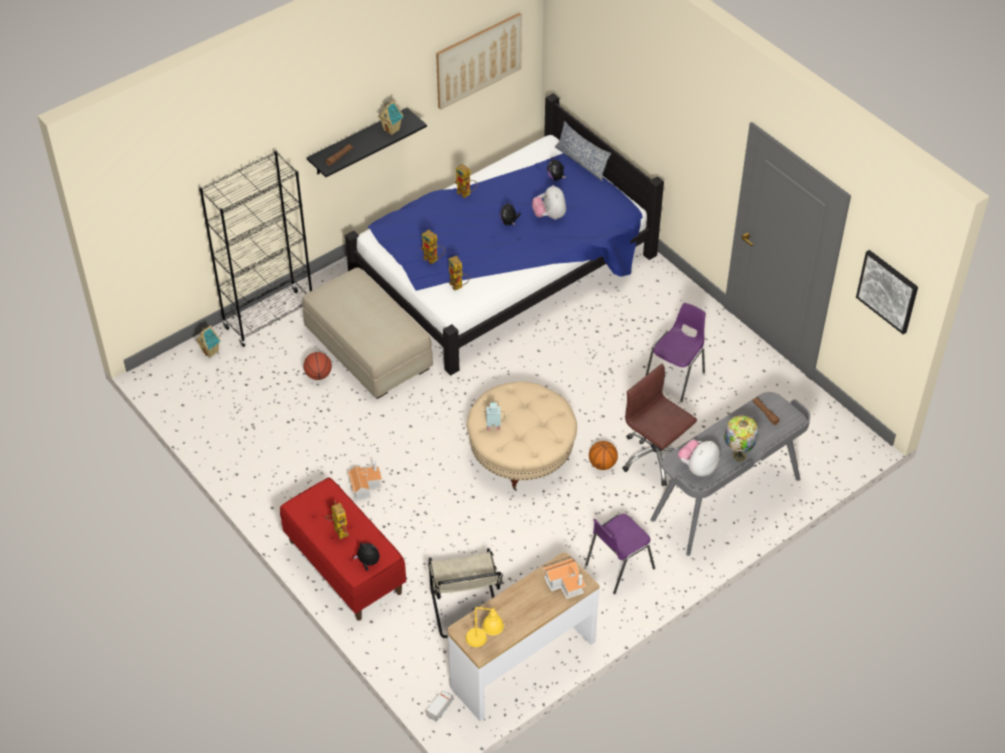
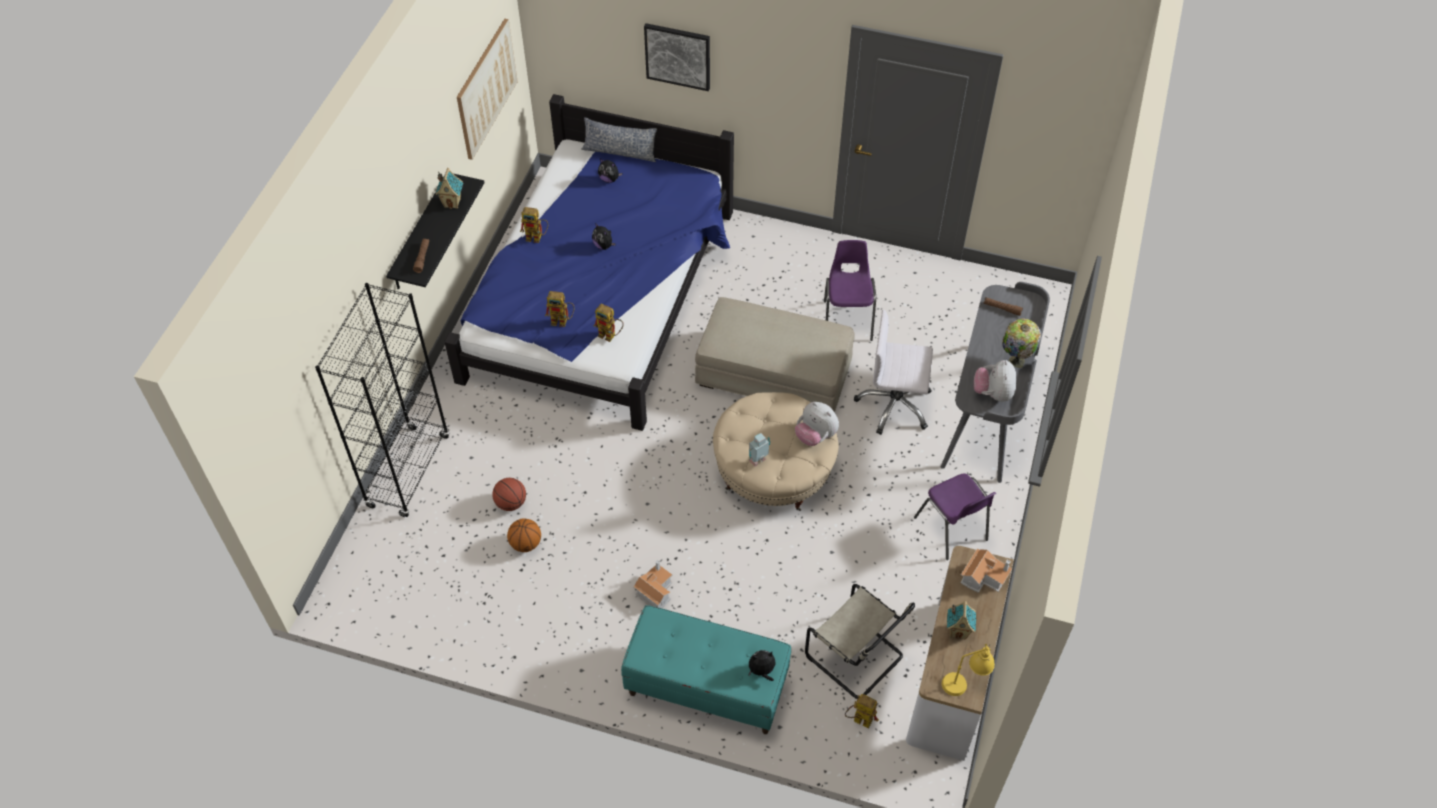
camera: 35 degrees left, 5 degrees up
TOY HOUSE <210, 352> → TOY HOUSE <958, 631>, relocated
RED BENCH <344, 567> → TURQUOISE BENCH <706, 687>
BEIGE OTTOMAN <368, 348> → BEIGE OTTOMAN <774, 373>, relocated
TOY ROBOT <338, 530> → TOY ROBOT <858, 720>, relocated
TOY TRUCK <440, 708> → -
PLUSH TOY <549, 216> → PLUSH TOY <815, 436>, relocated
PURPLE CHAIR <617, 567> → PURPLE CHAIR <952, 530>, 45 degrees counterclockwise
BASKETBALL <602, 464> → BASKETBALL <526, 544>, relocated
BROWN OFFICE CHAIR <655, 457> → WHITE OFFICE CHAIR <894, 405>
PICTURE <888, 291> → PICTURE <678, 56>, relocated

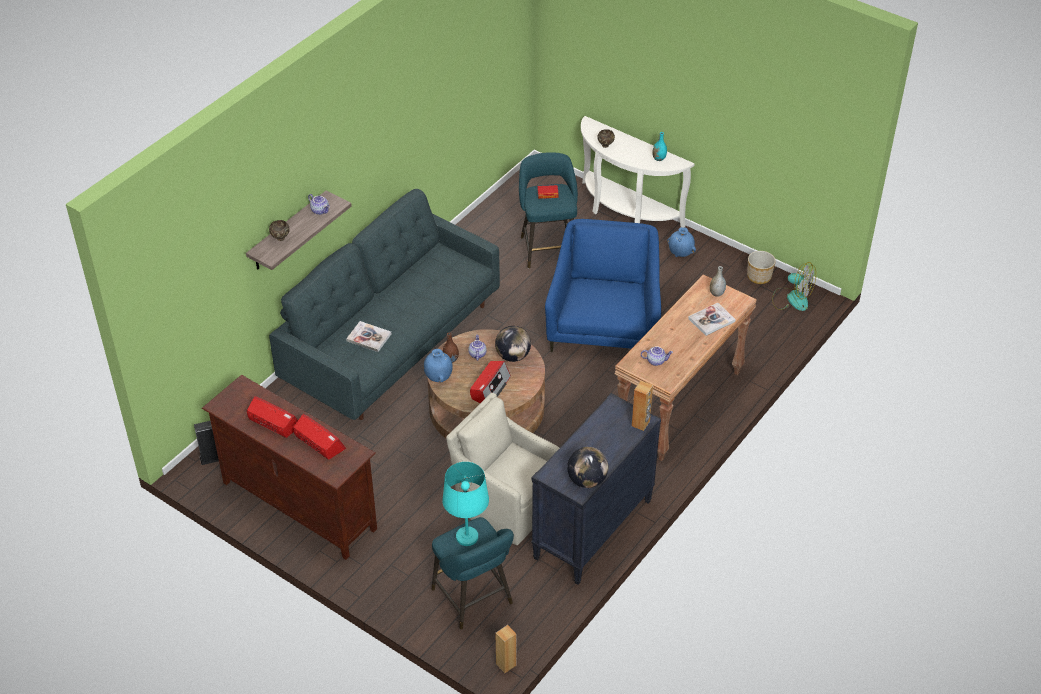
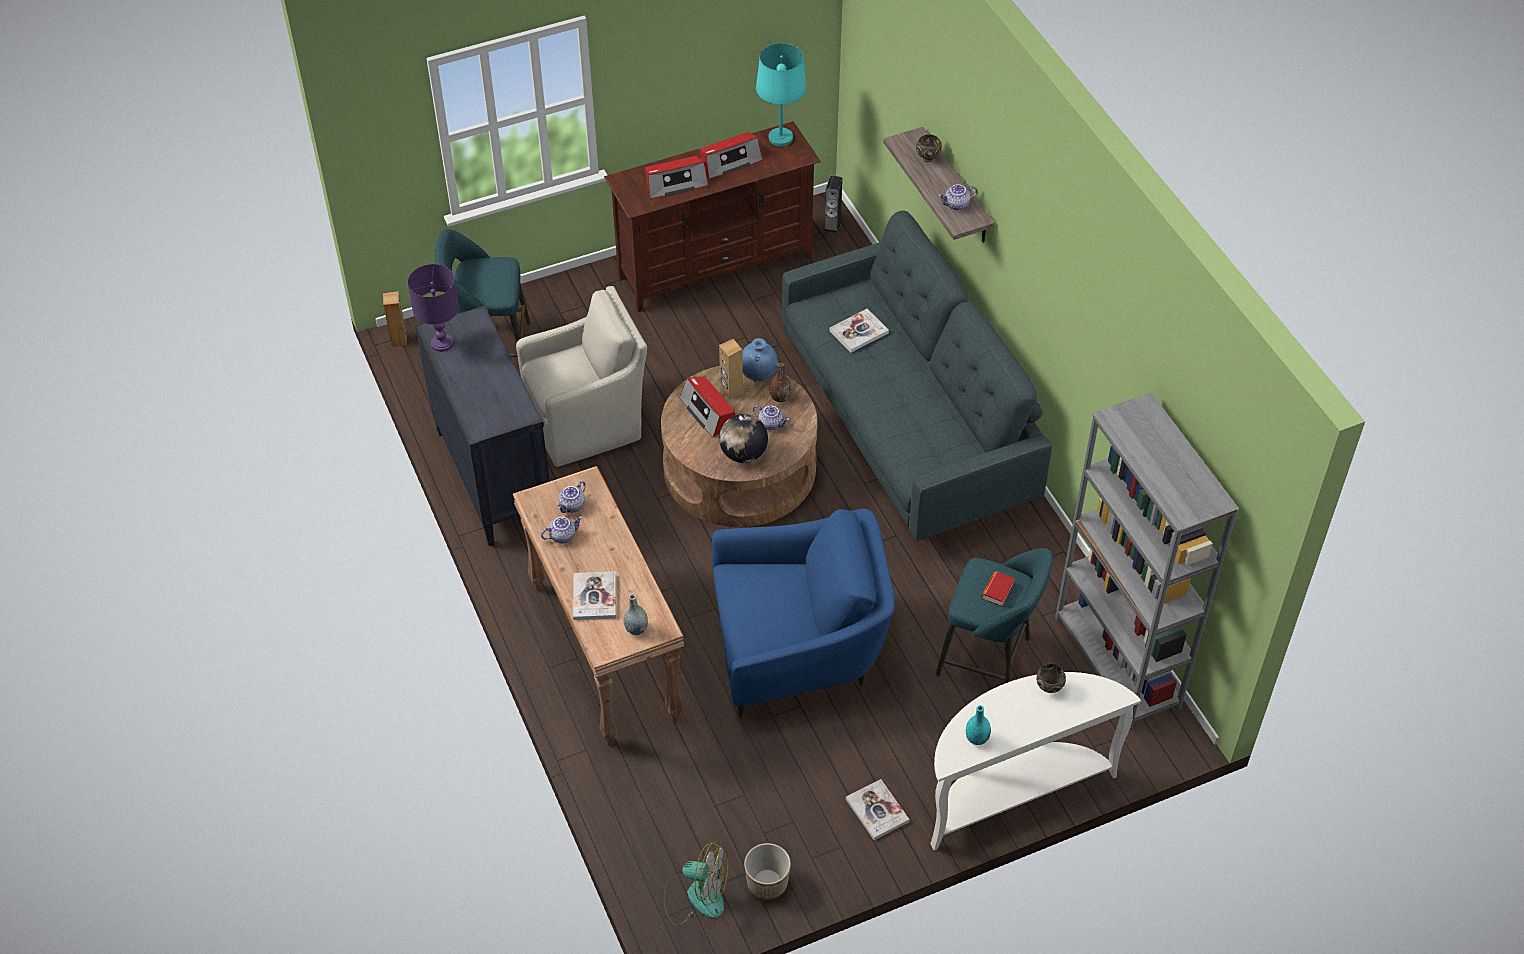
camera: 120 degrees right, 5 degrees up
TURQUOISE TABLE LAMP <467, 537> → TURQUOISE TABLE LAMP <780, 138>, relocated
BLUE ARMCHAIR <604, 323> → BLUE ARMCHAIR <798, 648>, 45 degrees counterclockwise
GLOBE <587, 480> → PURPLE TABLE LAMP <441, 343>
BROWN SPEAKER <641, 423> → BROWN SPEAKER <731, 391>, relocated
BLUE VASE <680, 254> → BOOK <877, 810>
FAN <792, 298> → FAN <696, 896>, 135 degrees counterclockwise
- → TEAPOT <562, 535>
- → GREY BOOKCASE <1117, 663>

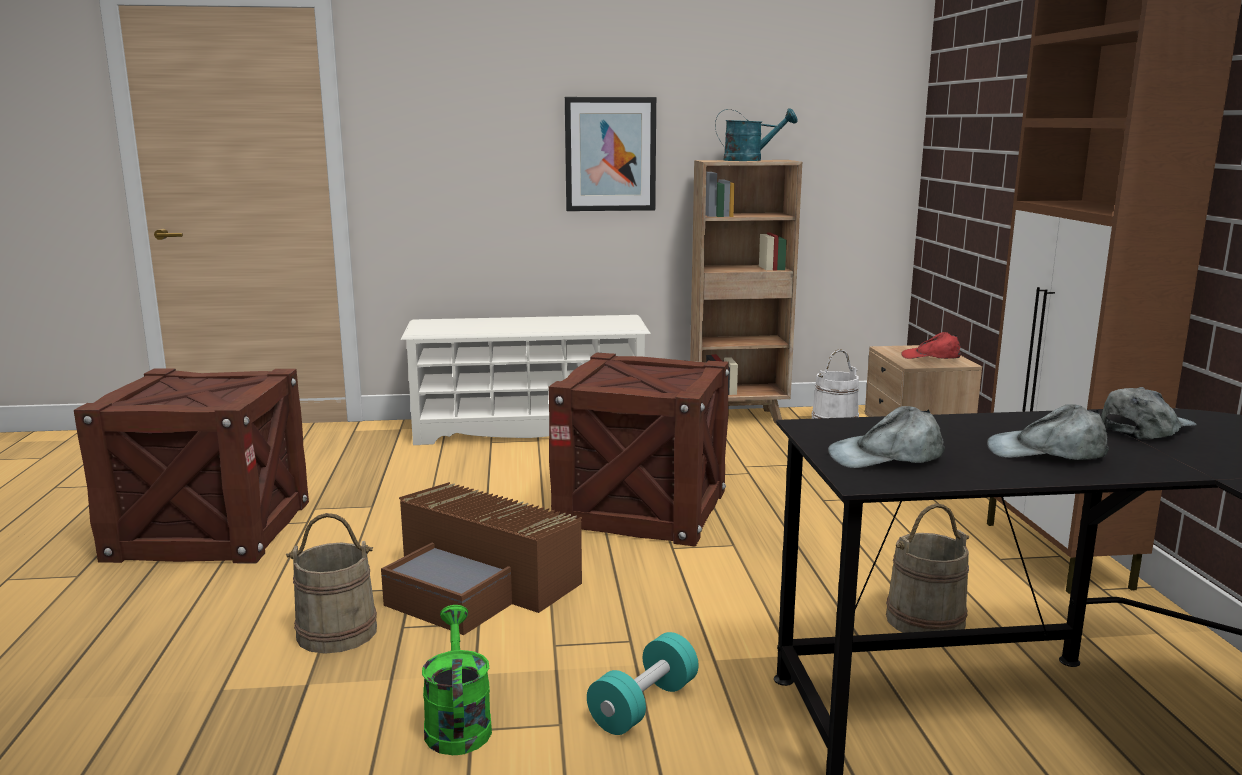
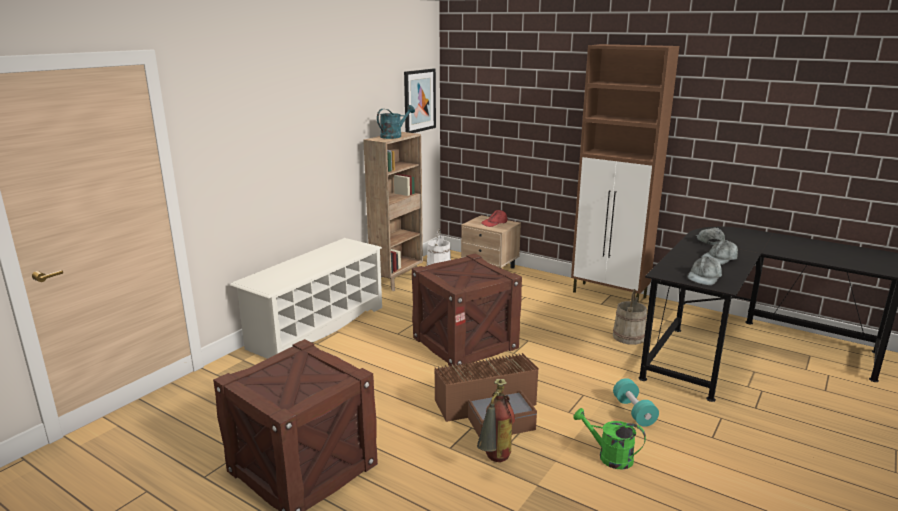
camera: 50 degrees left, 5 degrees up
BEIGE BUCKET <337, 632> → FIRE EXTINGUISHER <494, 461>
PICTURE <610, 154> → PICTURE <419, 100>, relocated

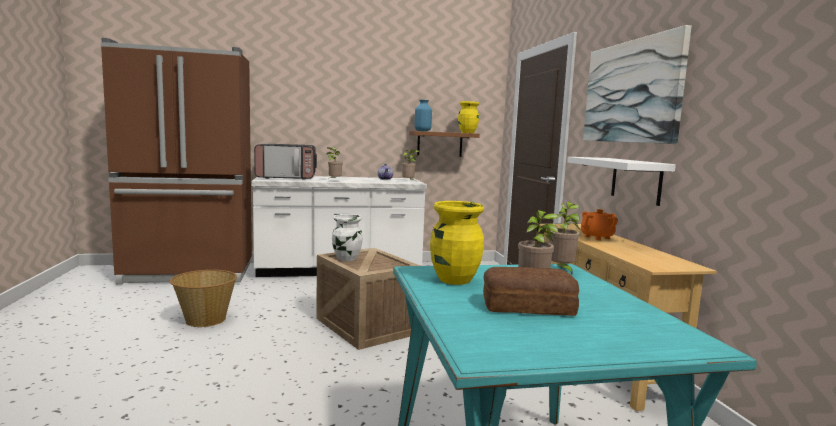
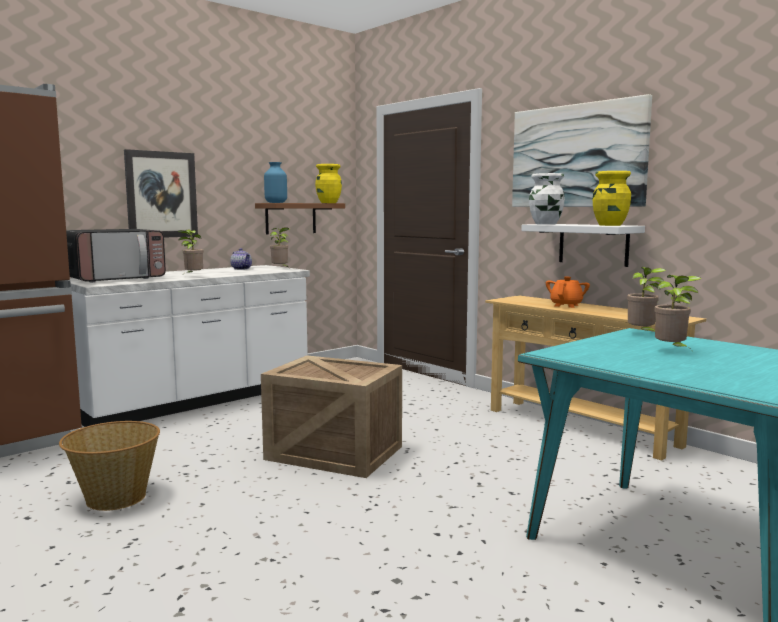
camera: 30 degrees left, 0 degrees up
WHITE VASE <346, 259> → WHITE VASE <546, 224>, relocated
YELLOW VASE <454, 280> → YELLOW VASE <609, 225>, relocated
BREAD <526, 306> → -
- → PICTURE <161, 194>

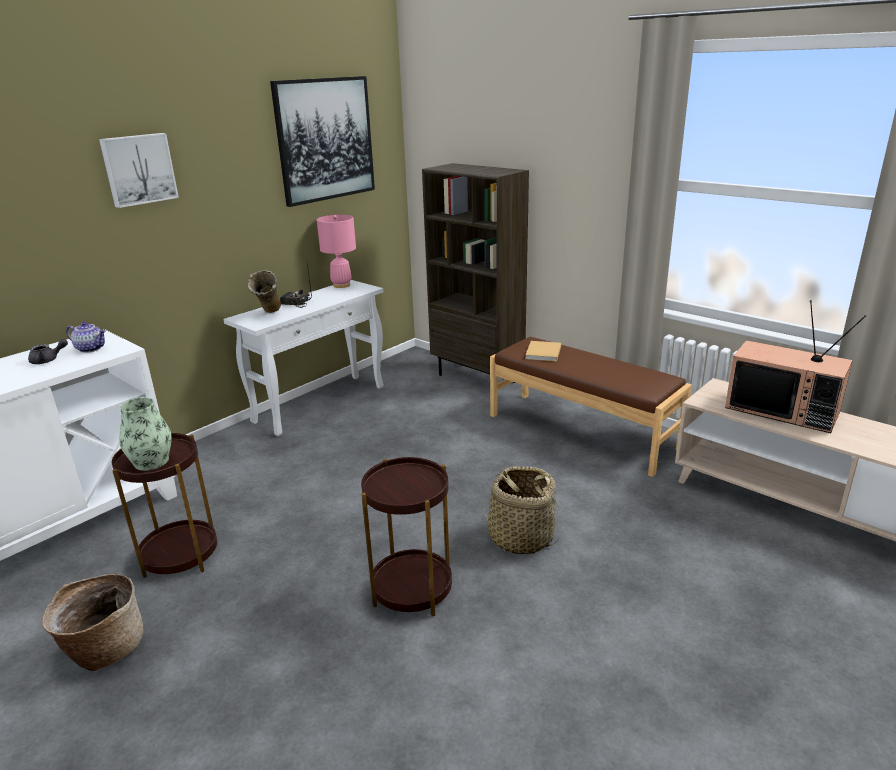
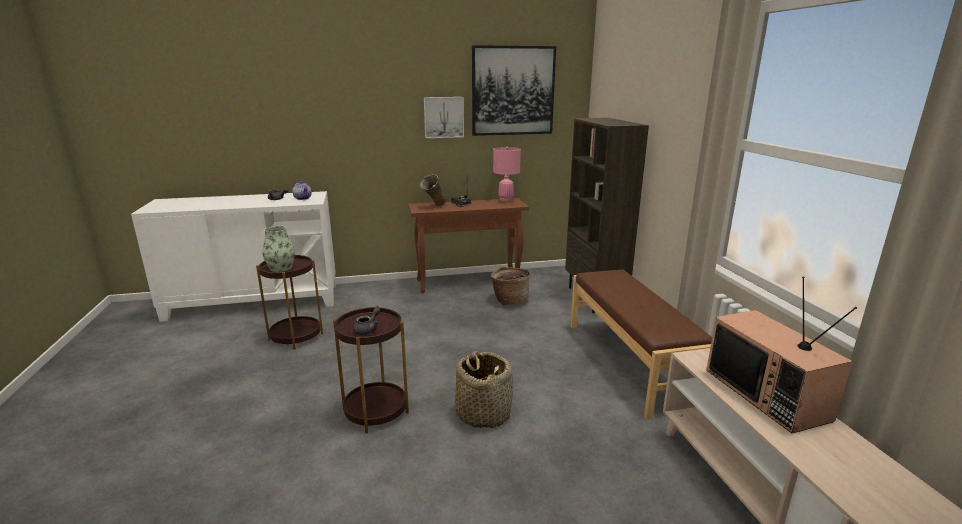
camera: 35 degrees right, 5 degrees down
BASKET <104, 648> → BASKET <509, 300>, relocated
PICTURE <138, 169> → PICTURE <443, 117>, relocated
WHITE CONSOLE TABLE <320, 403> → BROWN CONSOLE TABLE <469, 282>
BEIGE BOOK <543, 353> → -
- → GREY TEAPOT <368, 329>

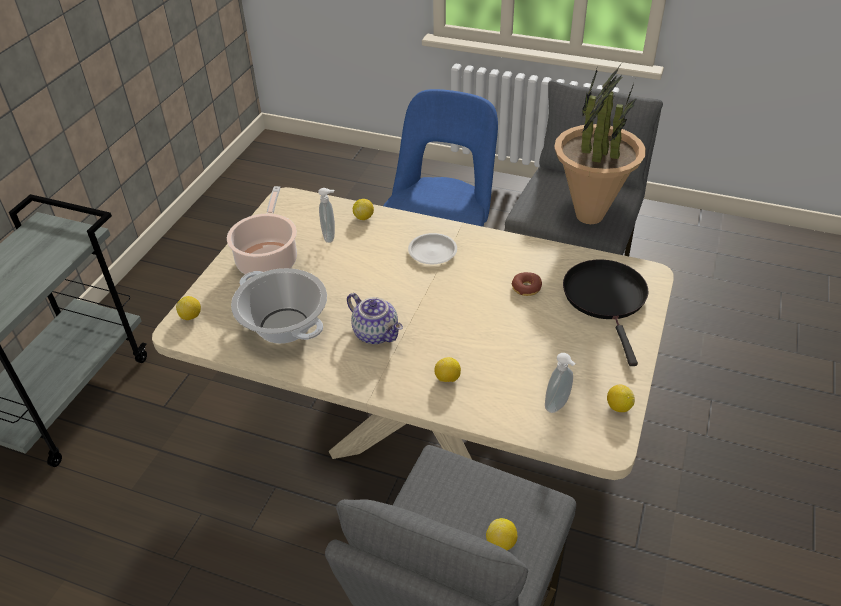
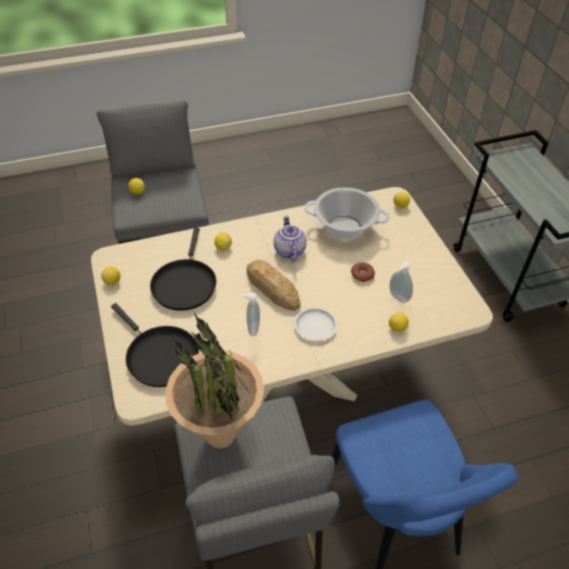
camera: 140 degrees right, 5 degrees up
COOKING POT <268, 259> → -
TEAPOT <377, 333> → TEAPOT <288, 251>, 75 degrees clockwise
DONUT <526, 288> → DONUT <362, 275>, relocated
SOAP DISPENSER <558, 406> → SOAP DISPENSER <252, 328>, relocated
- → BLACK FRYING PAN <184, 284>
- → BREAD <272, 288>

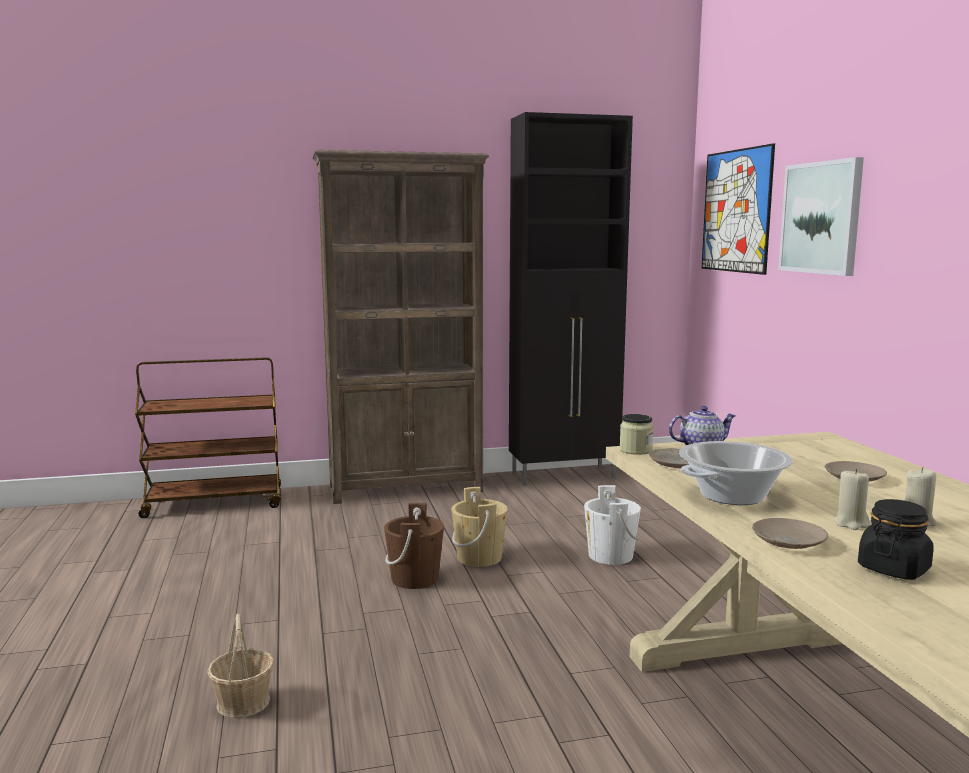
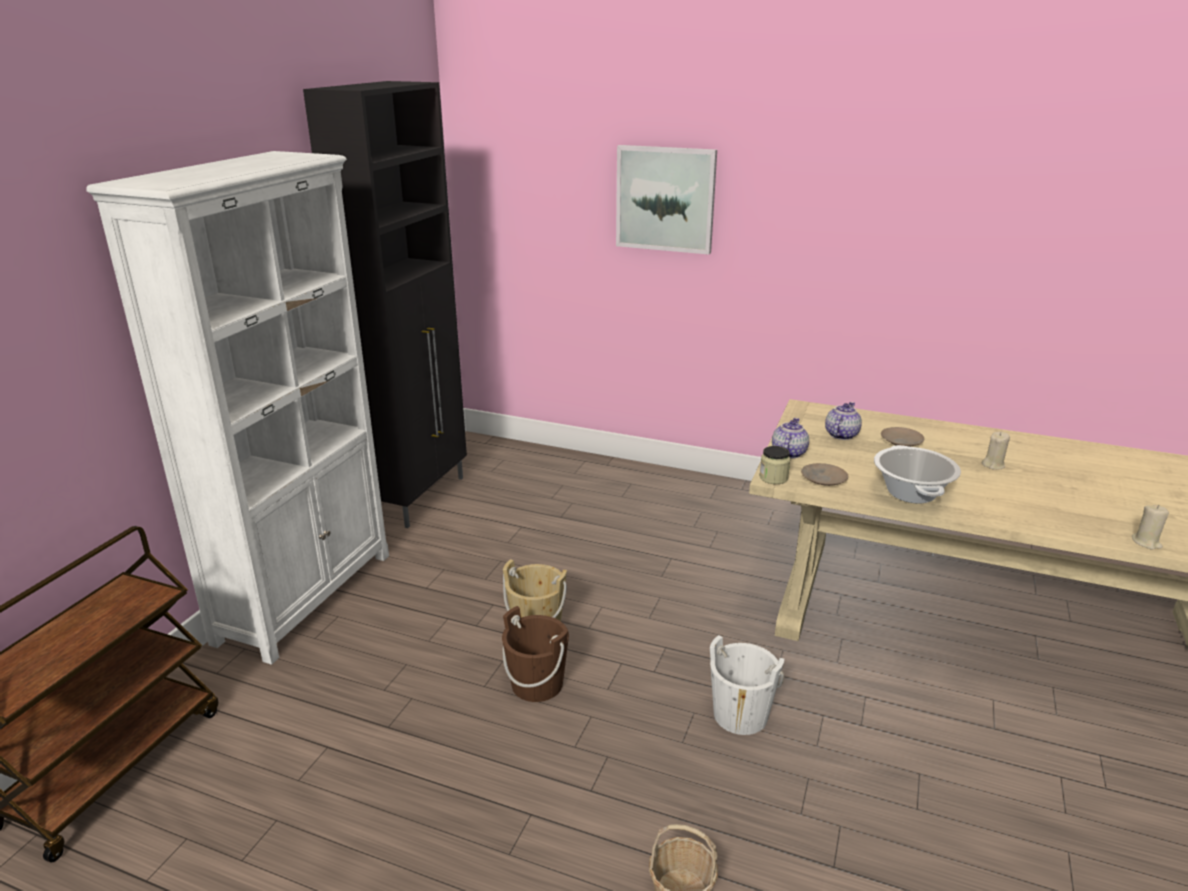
camera: 55 degrees left, 15 degrees up
BROWN BOOKCASE <407, 488> → WHITE BOOKCASE <306, 596>
WHITE BUCKET <610, 556> → WHITE BUCKET <740, 715>, relocated
PICTURE <736, 211> → -
BEIGE PLATE <788, 542> → -
BEIGE CANDLE <851, 523> → BEIGE CANDLE <1146, 542>, relocated
BLACK JAR <893, 569> → -
- → TEAPOT <840, 434>

